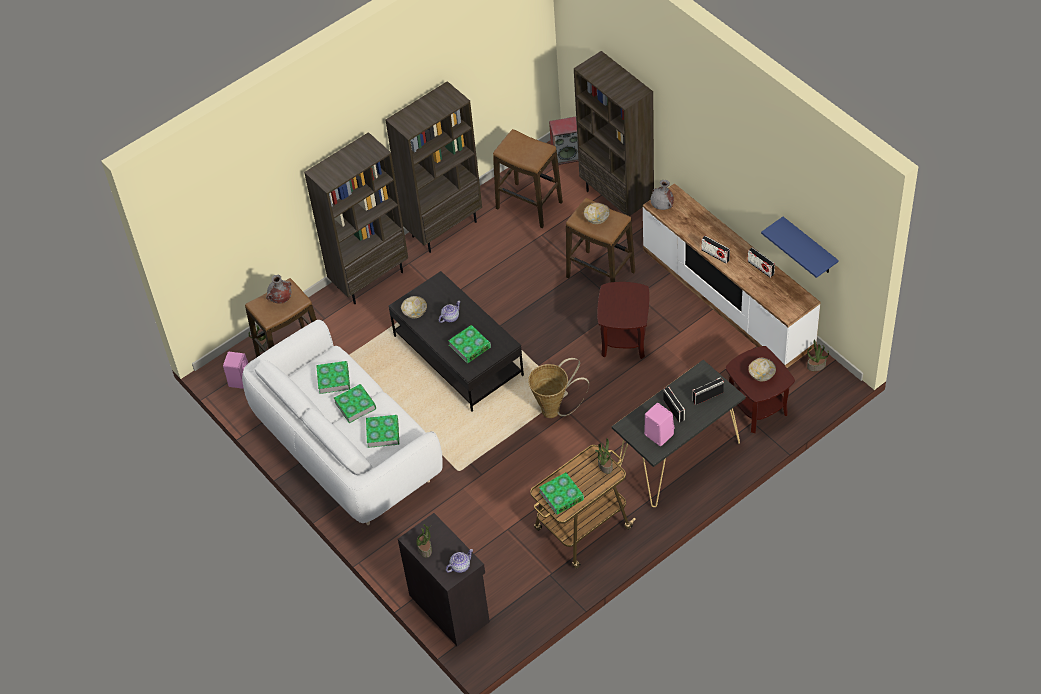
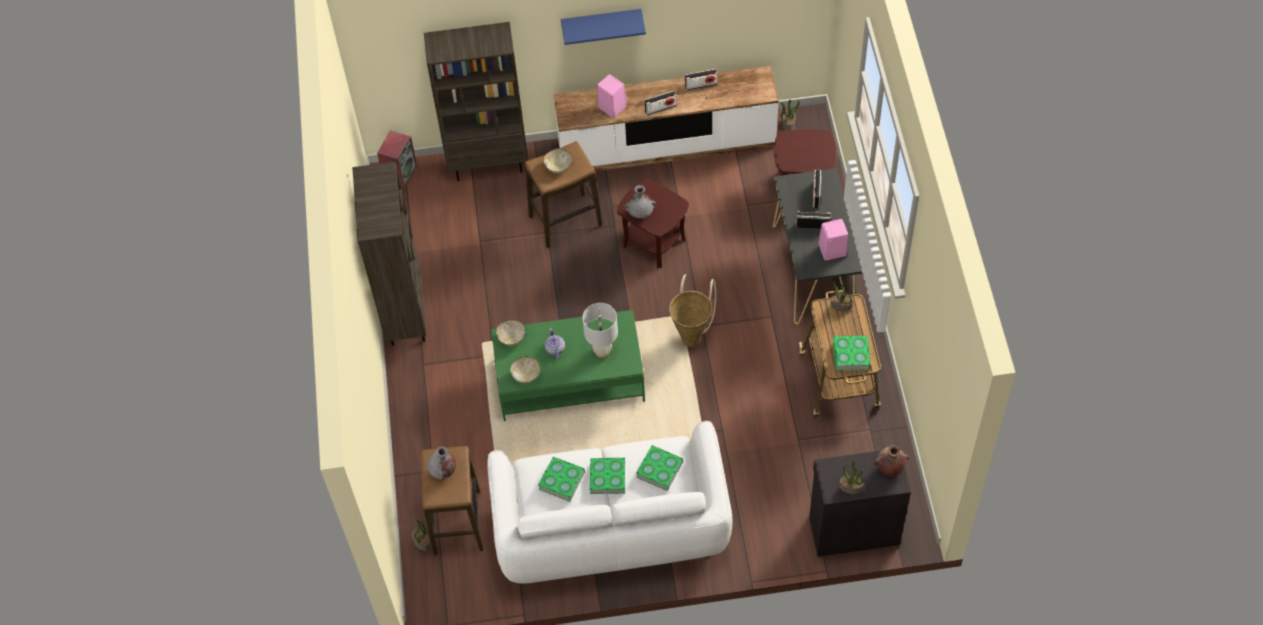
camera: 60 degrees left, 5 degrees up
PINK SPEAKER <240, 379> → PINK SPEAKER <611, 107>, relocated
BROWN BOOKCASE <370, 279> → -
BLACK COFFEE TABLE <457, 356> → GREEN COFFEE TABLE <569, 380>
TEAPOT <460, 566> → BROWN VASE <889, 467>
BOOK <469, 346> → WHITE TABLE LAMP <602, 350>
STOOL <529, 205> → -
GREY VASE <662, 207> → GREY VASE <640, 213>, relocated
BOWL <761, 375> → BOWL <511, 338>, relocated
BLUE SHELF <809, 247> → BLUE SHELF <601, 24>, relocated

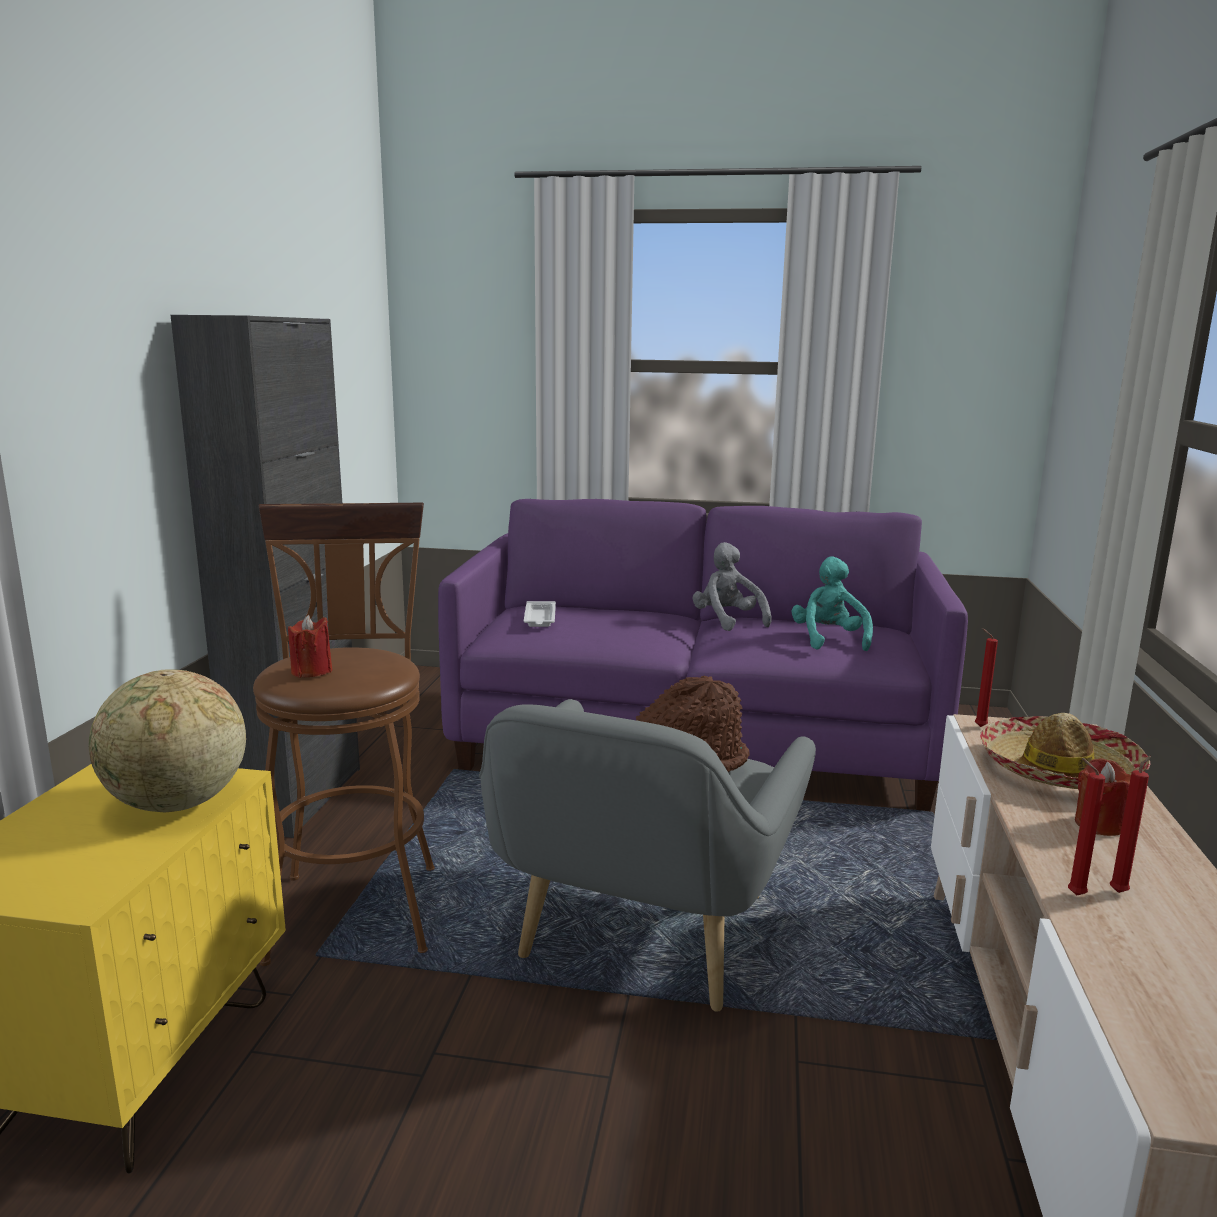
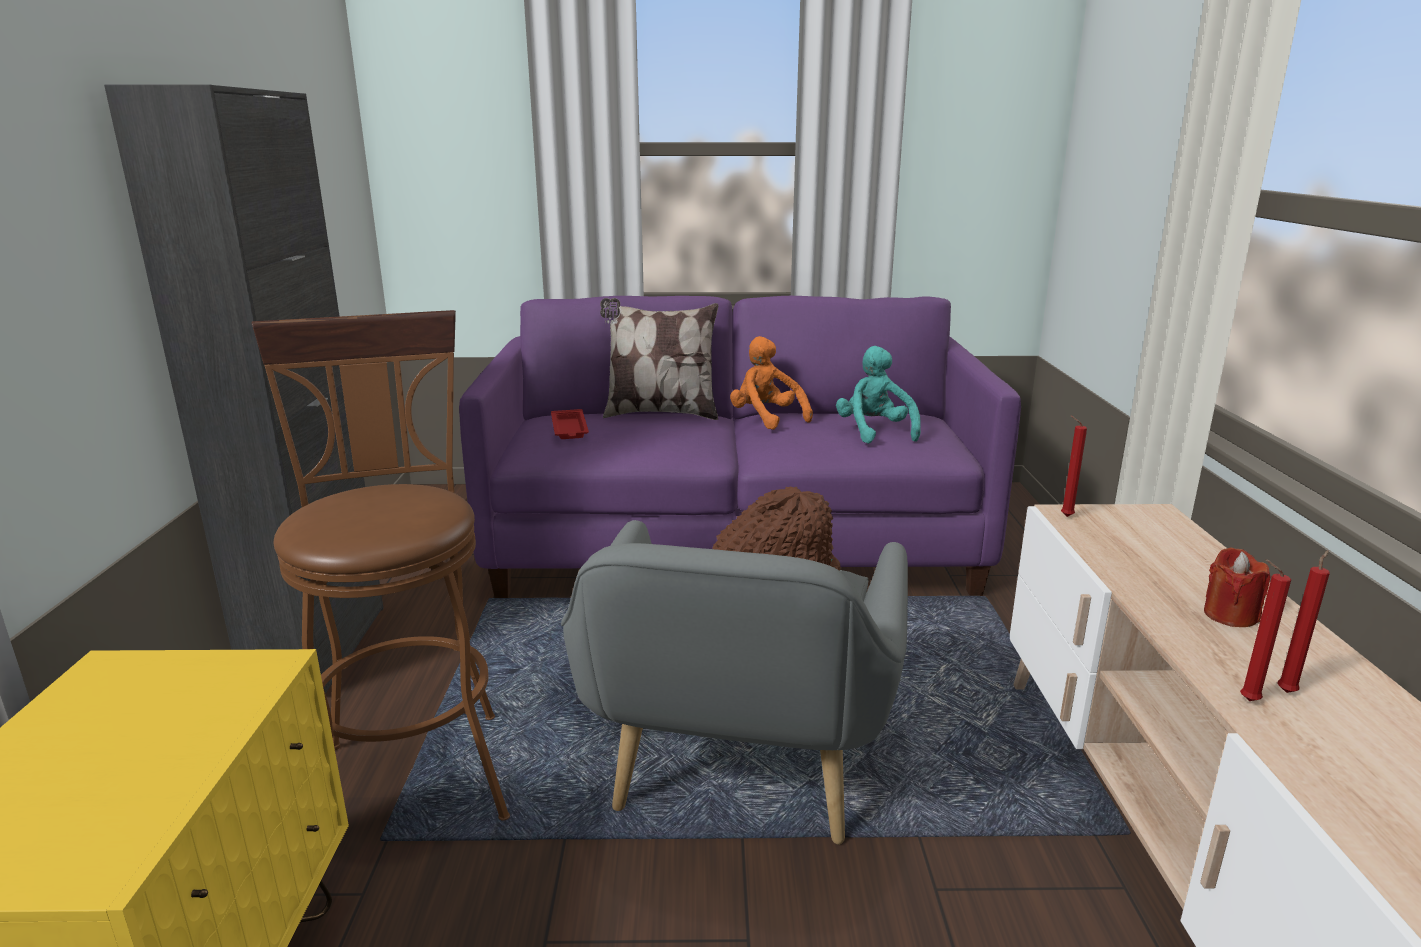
camera: 10 degrees left, 5 degrees up
GLOBE <177, 804> → -
RED CANDLE <311, 671> → -
WHITE TRAY <540, 618> → RED TRAY <569, 429>
GREY PLUSH TOY <727, 621> → ORANGE PLUSH TOY <766, 418>
HAT <1058, 769> → -
- → PILLOW <660, 413>

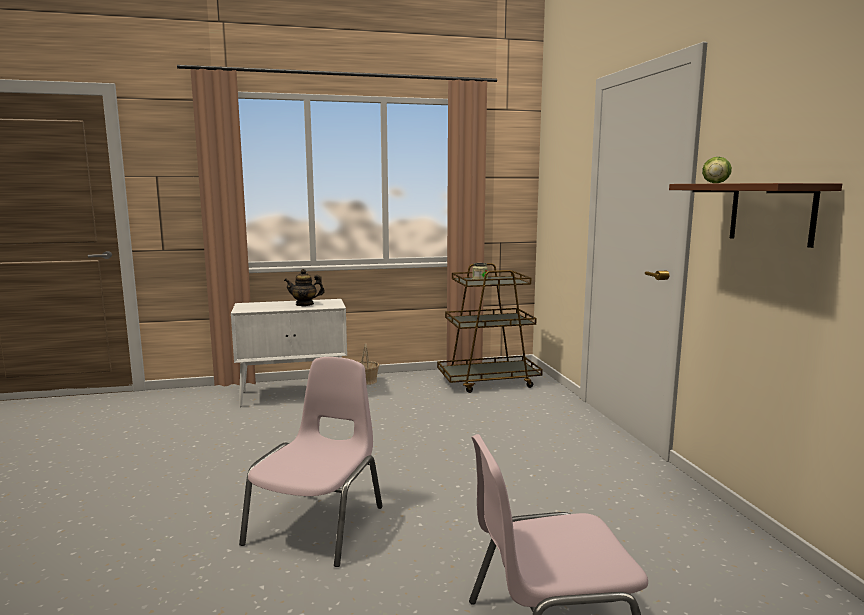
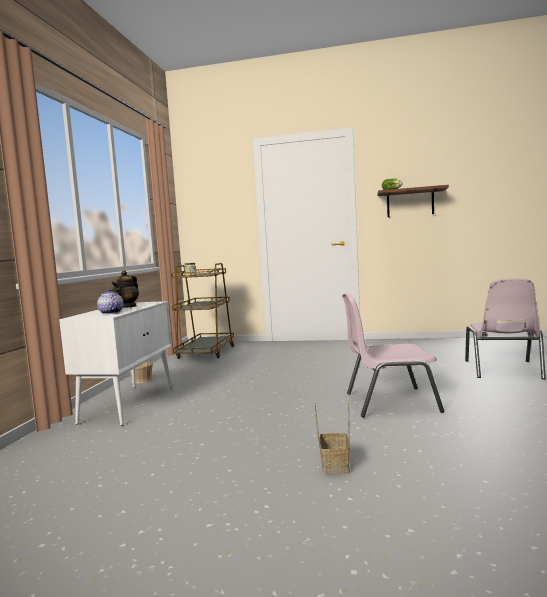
camera: 65 degrees left, 5 degrees down
PINK CHAIR <318, 524> → PINK CHAIR <389, 402>, 45 degrees counterclockwise
- → TEAPOT <110, 313>
- → BASKET <334, 465>

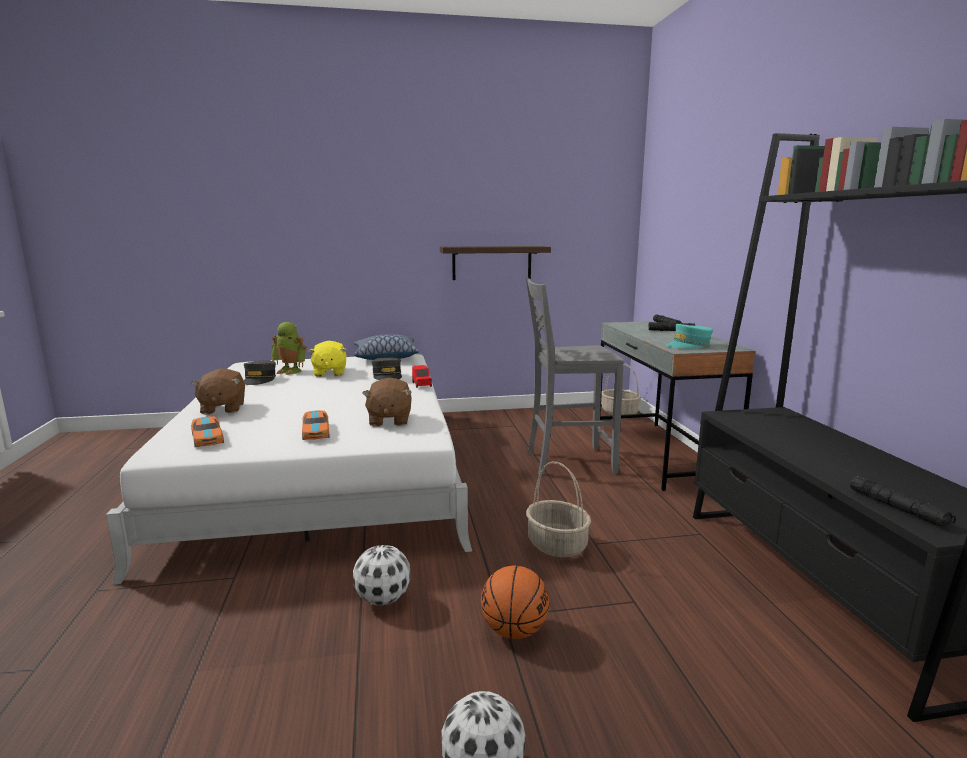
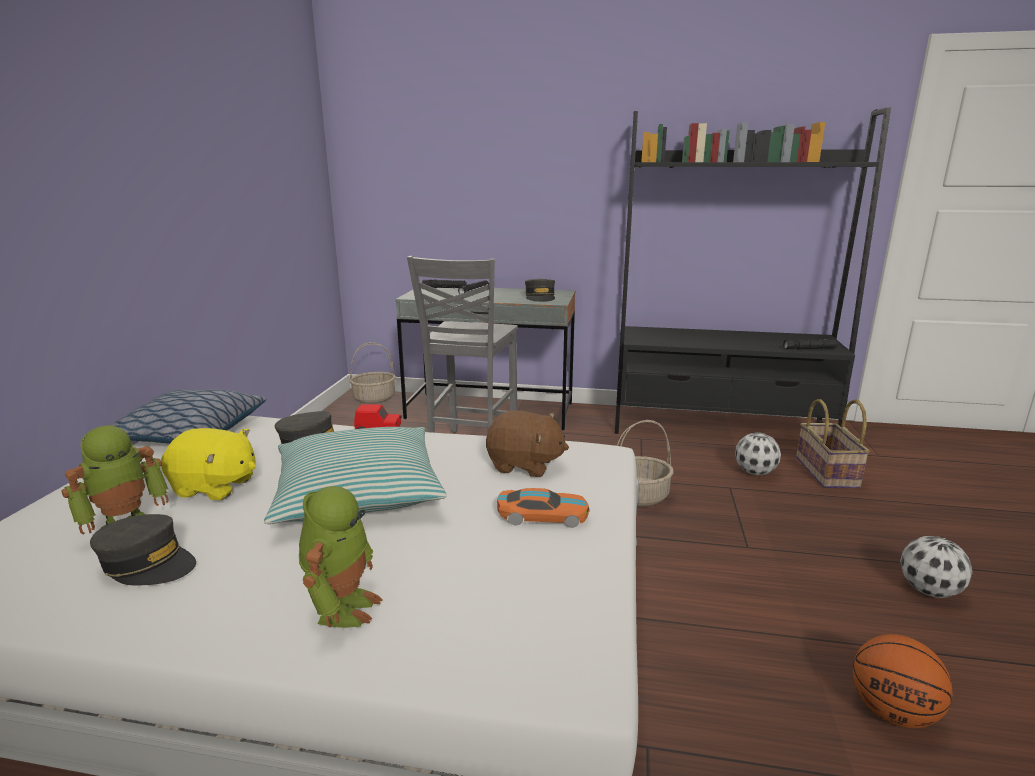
camera: 70 degrees left, 5 degrees up
BROWN PLUSH TOY <222, 409> → TOY ROBOT <342, 606>
TOY CAR <207, 438> → -
FOOTBALL <384, 599> → FOOTBALL <754, 472>, relocated
SHELF <492, 262> → -
BASKETBALL <514, 630> → BASKETBALL <892, 712>, relocated
TURQUOISE CAP <689, 345> → GREY CAP <540, 297>
- → PILLOW <358, 491>
- → BASKET <827, 472>

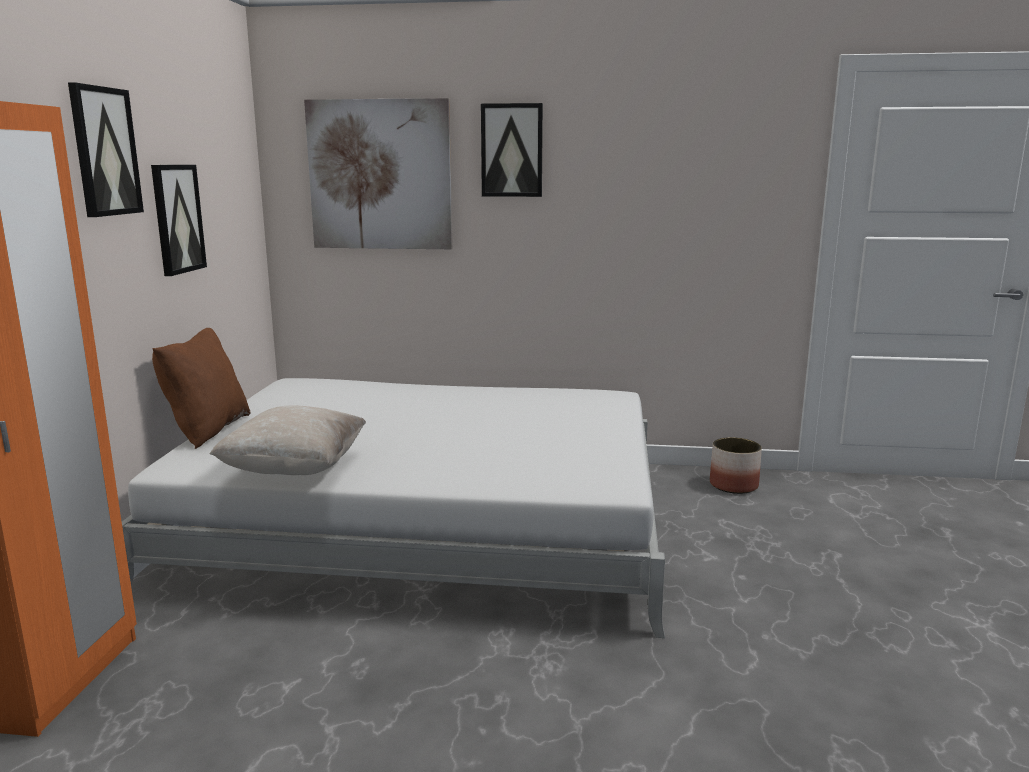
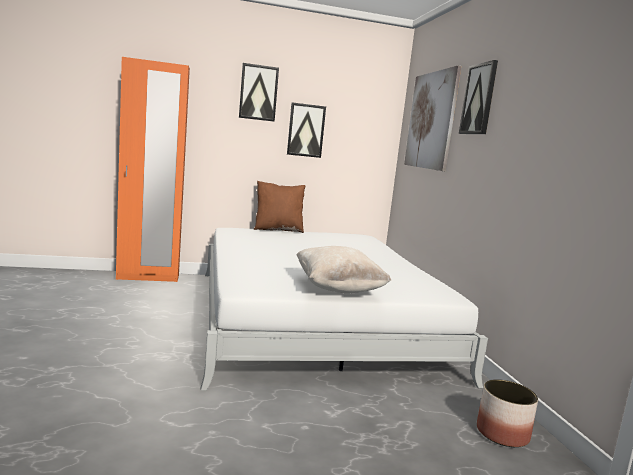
camera: 70 degrees right, 5 degrees down
BEIGE PILLOW <295, 470> → BEIGE PILLOW <338, 289>, relocated

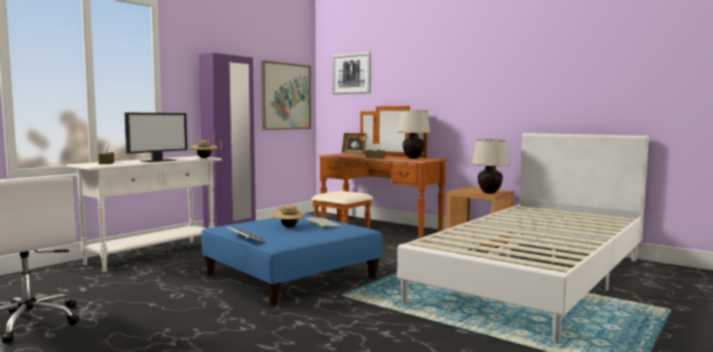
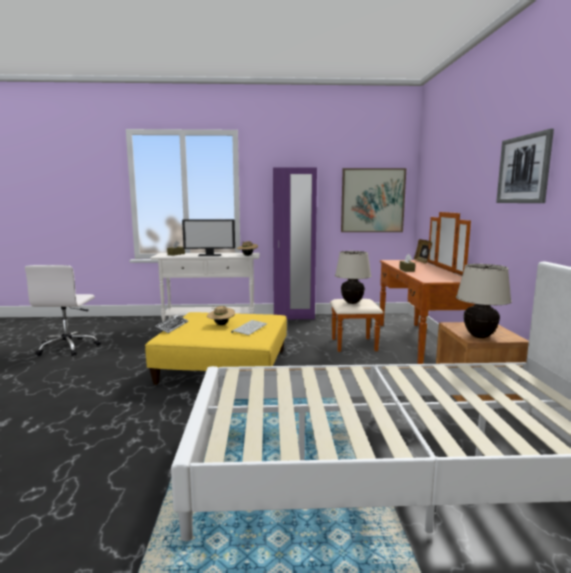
camera: 50 degrees right, 5 degrees up
BLUE OTTOMAN <291, 276> → YELLOW OTTOMAN <224, 366>
PICTURE <351, 74> → PICTURE <523, 169>, relocated
BEIGE TABLE LAMP <413, 158> → BEIGE TABLE LAMP <352, 302>, relocated

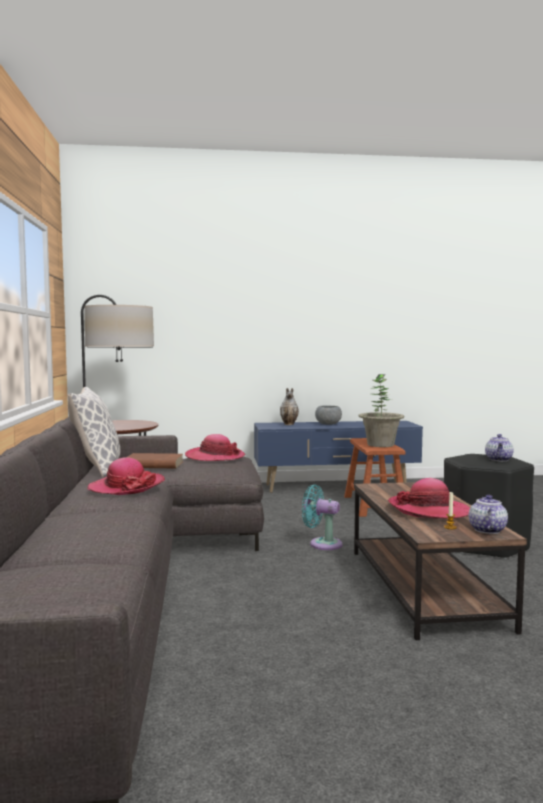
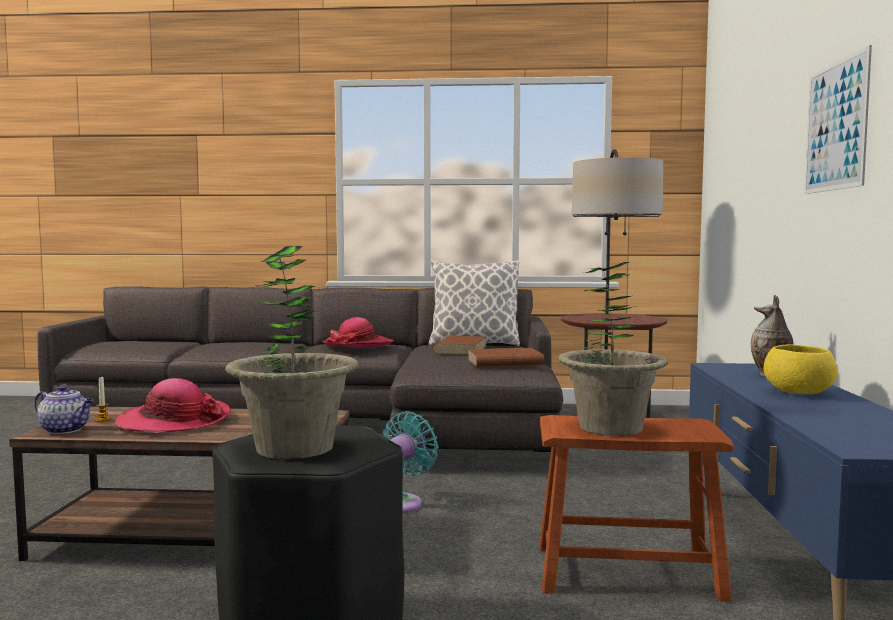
camera: 100 degrees right, 0 degrees up
HAT <214, 457> → BROWN BOOK <503, 362>
GREY BOWL <328, 424> → YELLOW BOWL <798, 393>
TEAPOT <499, 459> → POTTED PLANT <294, 448>
- → PICTURE <835, 126>

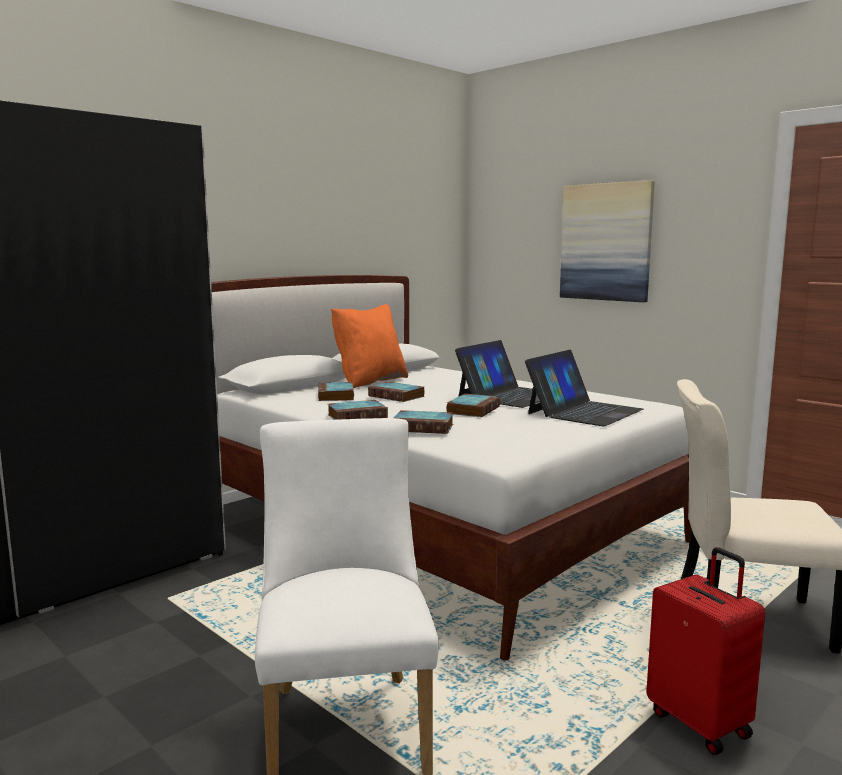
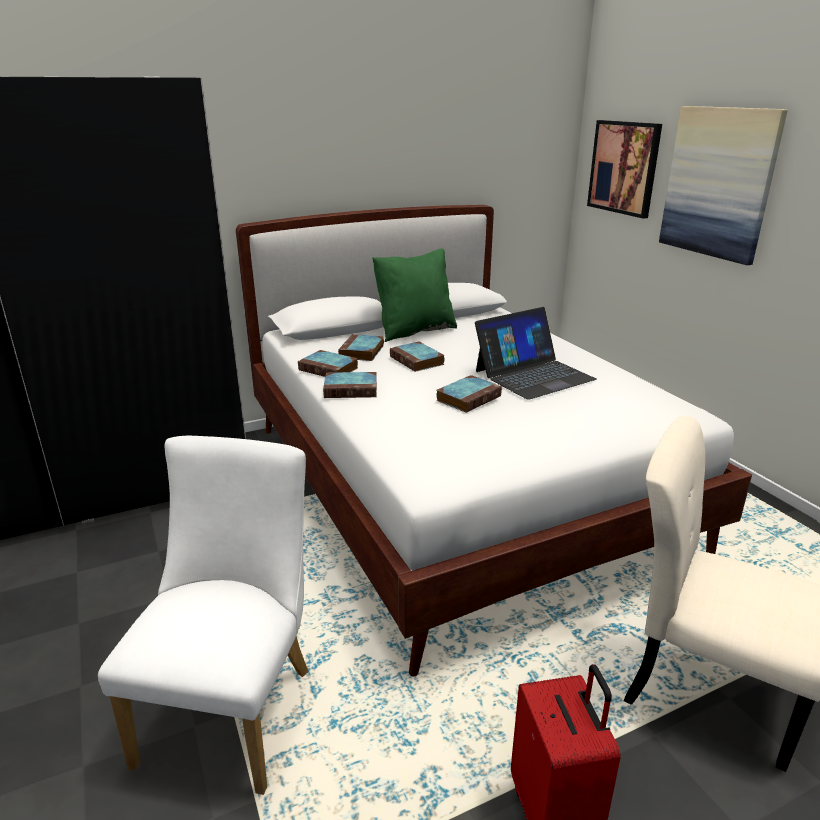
camera: 20 degrees right, 15 degrees up
ORANGE PILLOW <369, 382> → GREEN PILLOW <414, 331>
BOOK <424, 427> → BOOK <329, 369>, relocated
LAPTOP <584, 411> → -
- → PICTURE <624, 167>

